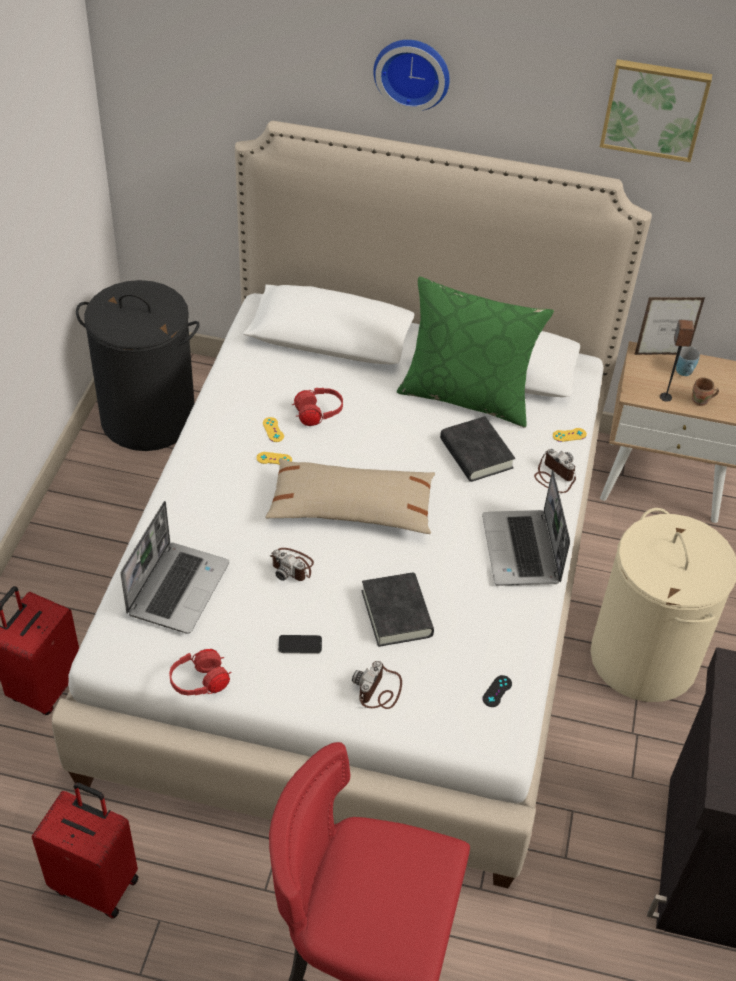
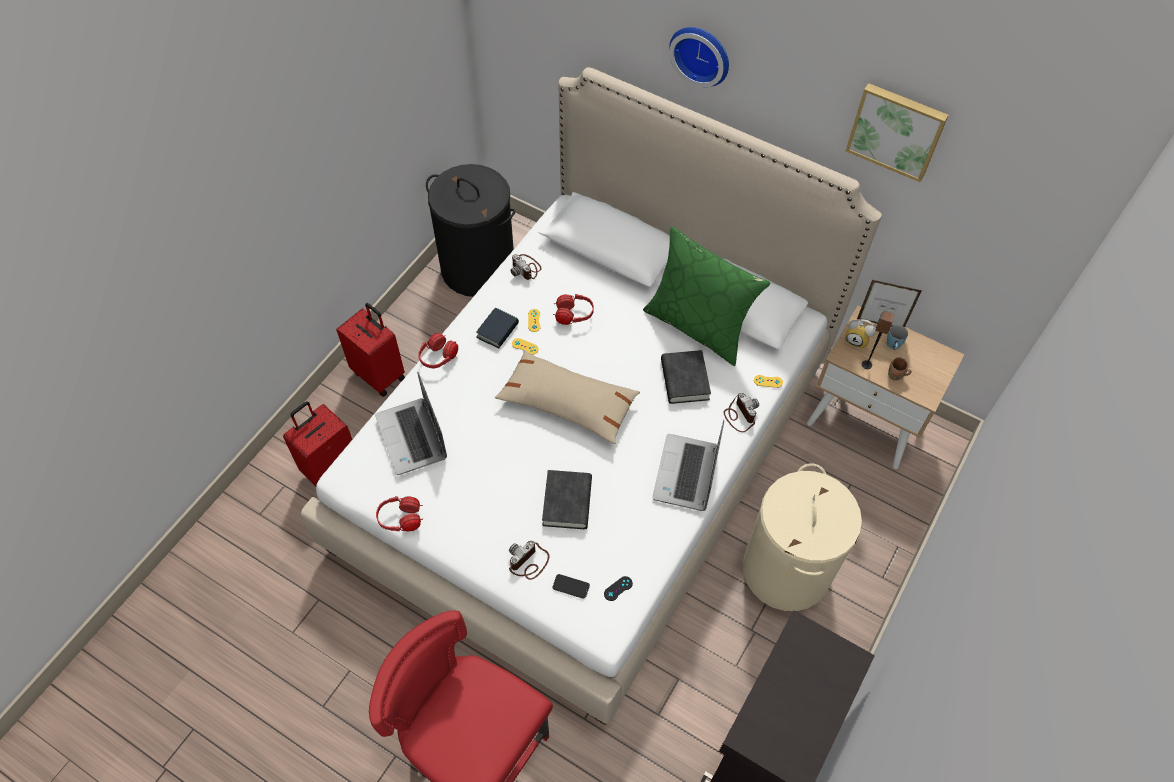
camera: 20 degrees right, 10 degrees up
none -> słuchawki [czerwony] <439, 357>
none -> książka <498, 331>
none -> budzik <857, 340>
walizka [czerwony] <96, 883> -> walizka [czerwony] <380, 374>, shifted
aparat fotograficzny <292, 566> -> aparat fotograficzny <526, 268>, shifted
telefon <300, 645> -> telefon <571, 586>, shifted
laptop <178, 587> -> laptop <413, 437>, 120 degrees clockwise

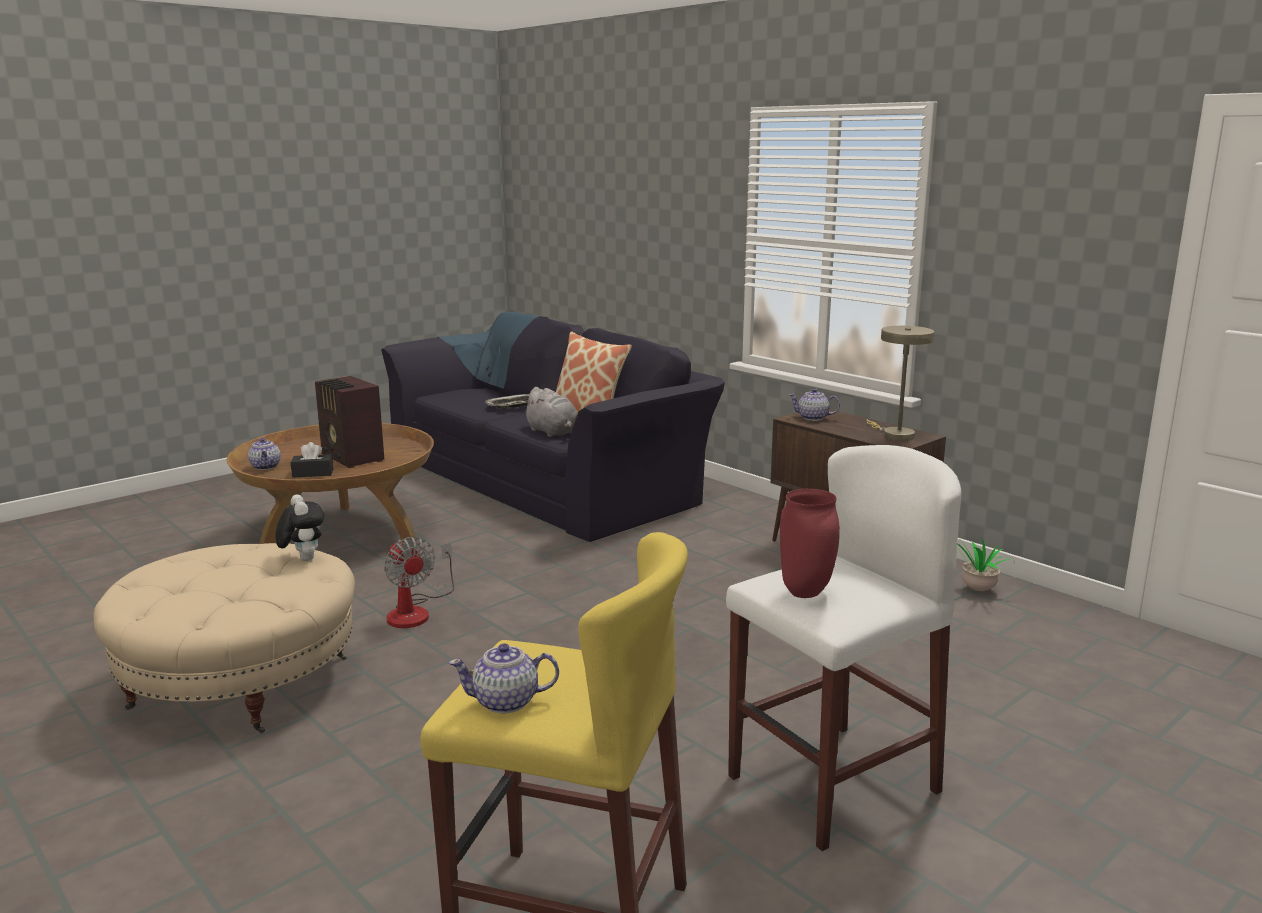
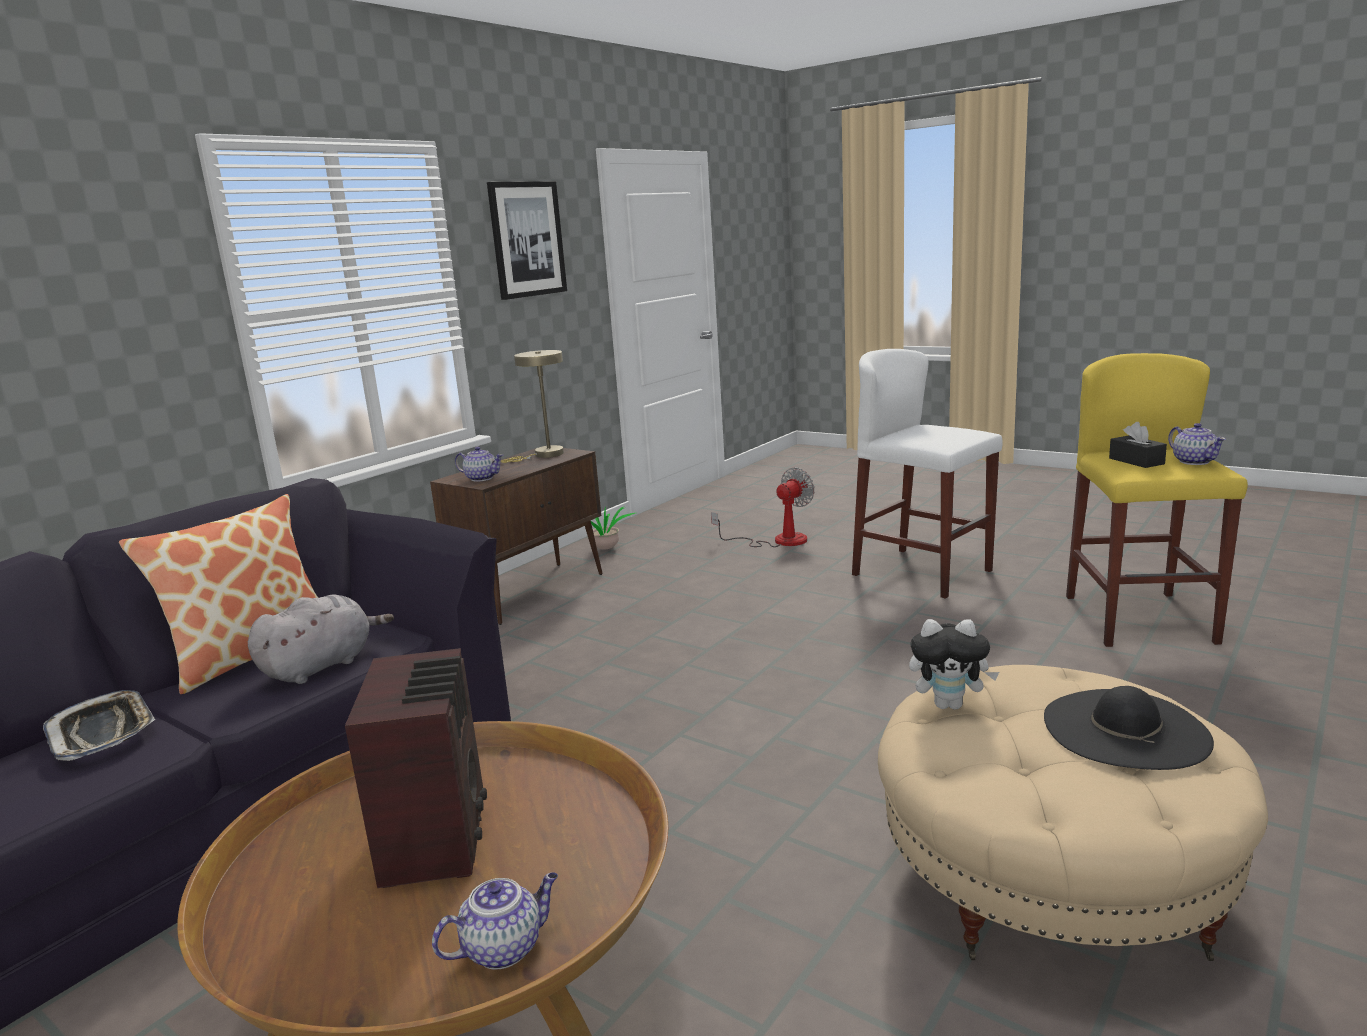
camera: 100 degrees left, 0 degrees up
wazon [czerwony] <807, 593> -> none
none -> obraz <527, 239>
none -> kapelusz [czarny] <1125, 729>
pudełko chusteczek [czarny] <313, 473> -> pudełko chusteczek [czarny] <1136, 461>, shifted
wentylator <415, 611> -> wentylator <778, 541>, shifted
pluszak <303, 559> -> pluszak <950, 705>, 135 degrees counterclockwise
radio <352, 458> -> radio <438, 836>, 45 degrees counterclockwise
imbryk <813, 418> -> imbryk <481, 478>, 75 degrees counterclockwise

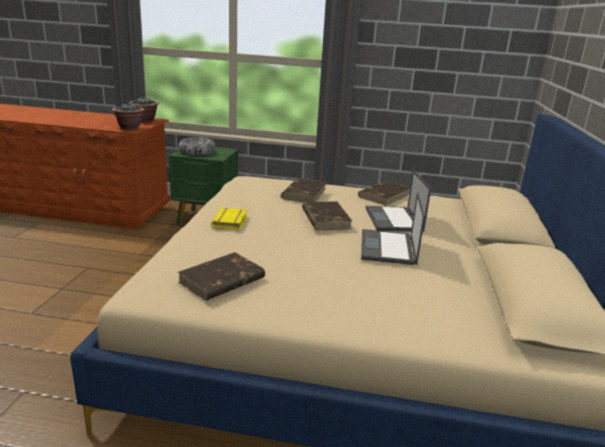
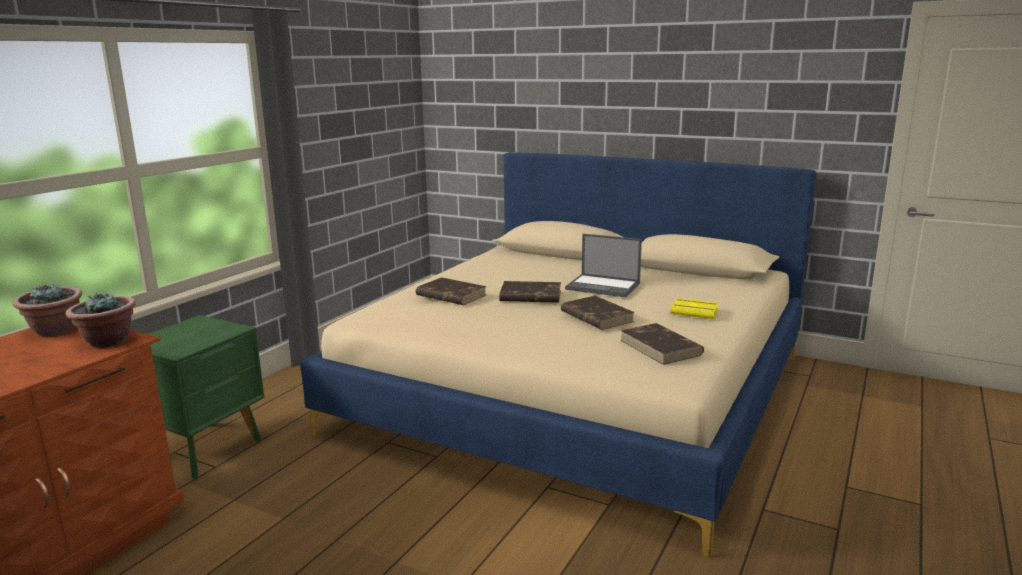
camera: 70 degrees left, 5 degrees down
miska <197, 152> -> none
laptop <394, 220> -> none
książka [żółty] <231, 222> -> książka [żółty] <695, 312>, shifted
książka [brązowy] <384, 195> -> książka [brązowy] <596, 316>, shifted

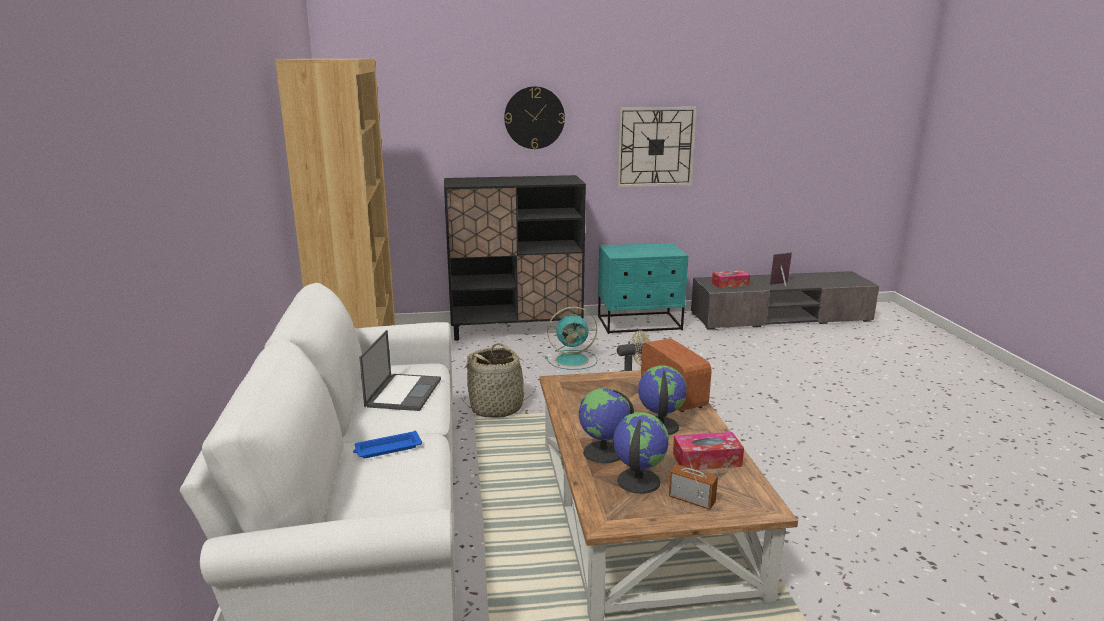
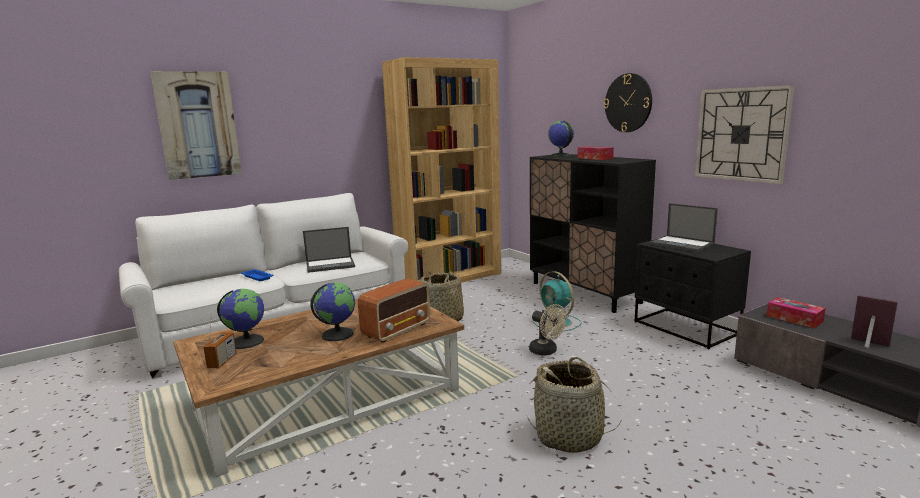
camera: 65 degrees right, 5 degrees down
none -> obraz <198, 125>
none -> koszyk <569, 436>
none -> laptop <682, 244>
globus <603, 453> -> globus <560, 155>, shifted
pudełko chusteczek <707, 460> -> pudełko chusteczek <595, 158>, shifted
szafka nocna [turkusowy] <640, 324> -> szafka nocna [czarny] <685, 328>

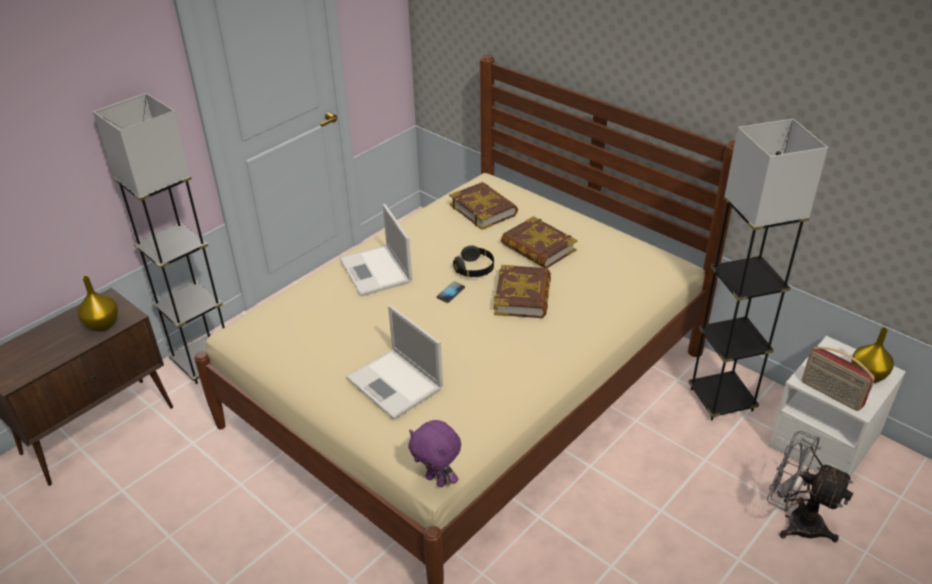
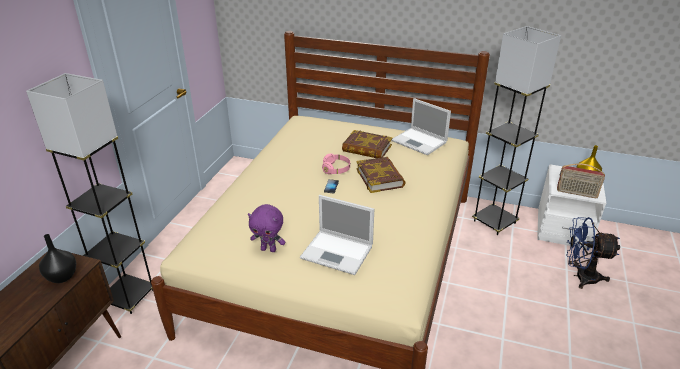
camera: 25 degrees left, 5 degrees down
książka <483, 209> -> none
laptop <376, 271> -> laptop <420, 142>, shifted
pluszak [fioletowy] <437, 480> -> pluszak [fioletowy] <269, 249>, shifted
wazon [żółty] <103, 325> -> wazon [czarny] <63, 277>
słuchawki [czarny] <474, 269> -> słuchawki [różowy] <336, 169>
wentylator [szary] <795, 521> -> wentylator [niebieski] <580, 276>

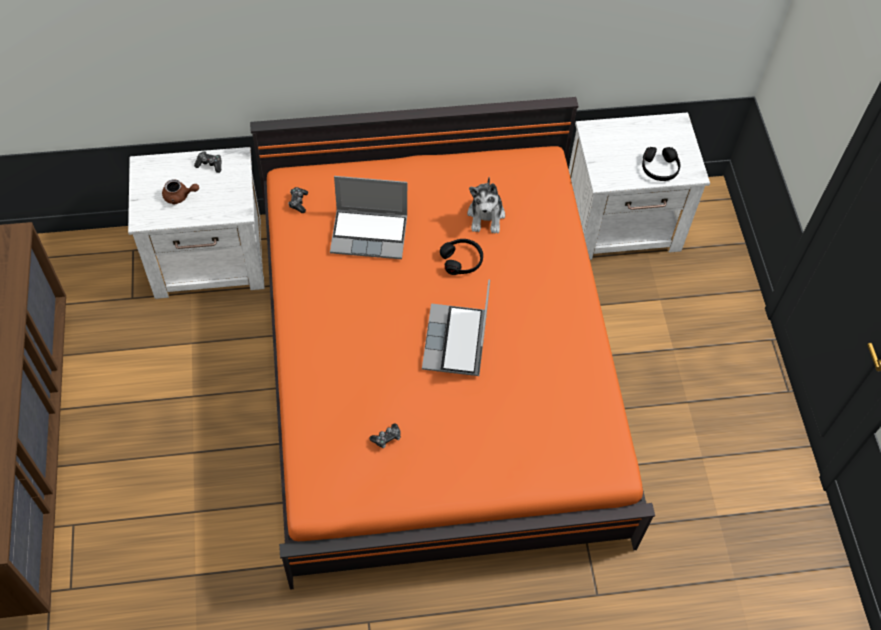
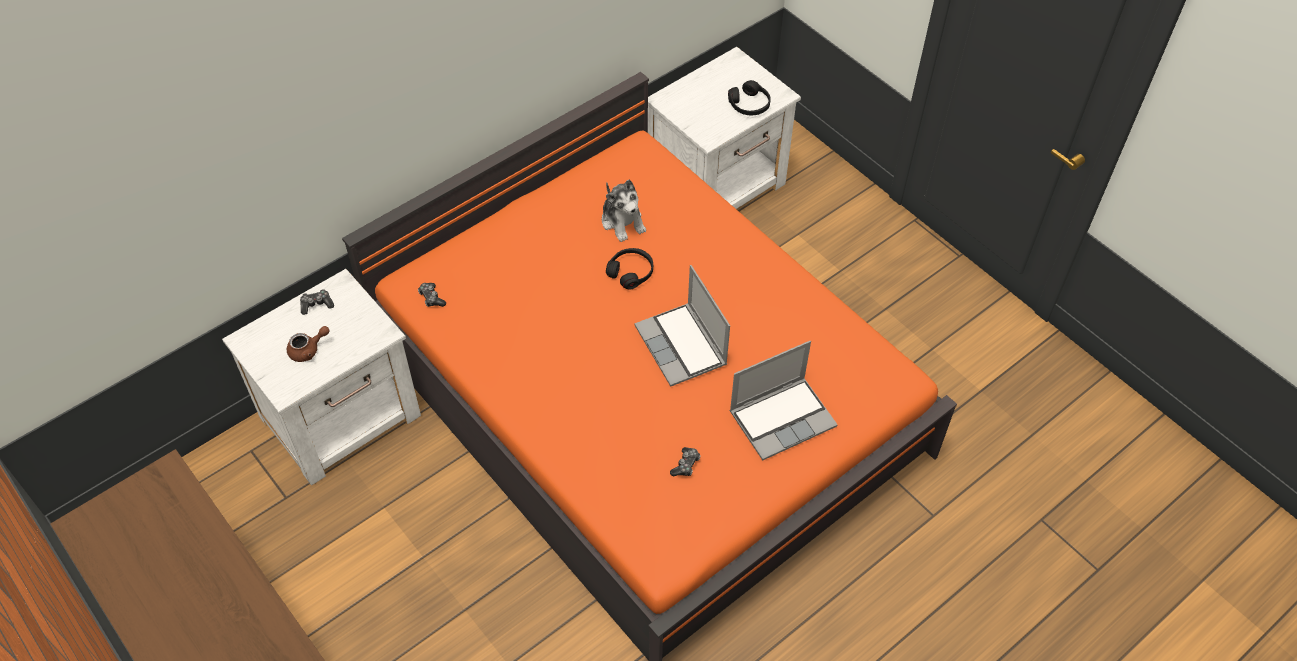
camera: 30 degrees left, 5 degrees down
laptop <370, 234> -> laptop <782, 418>, shifted

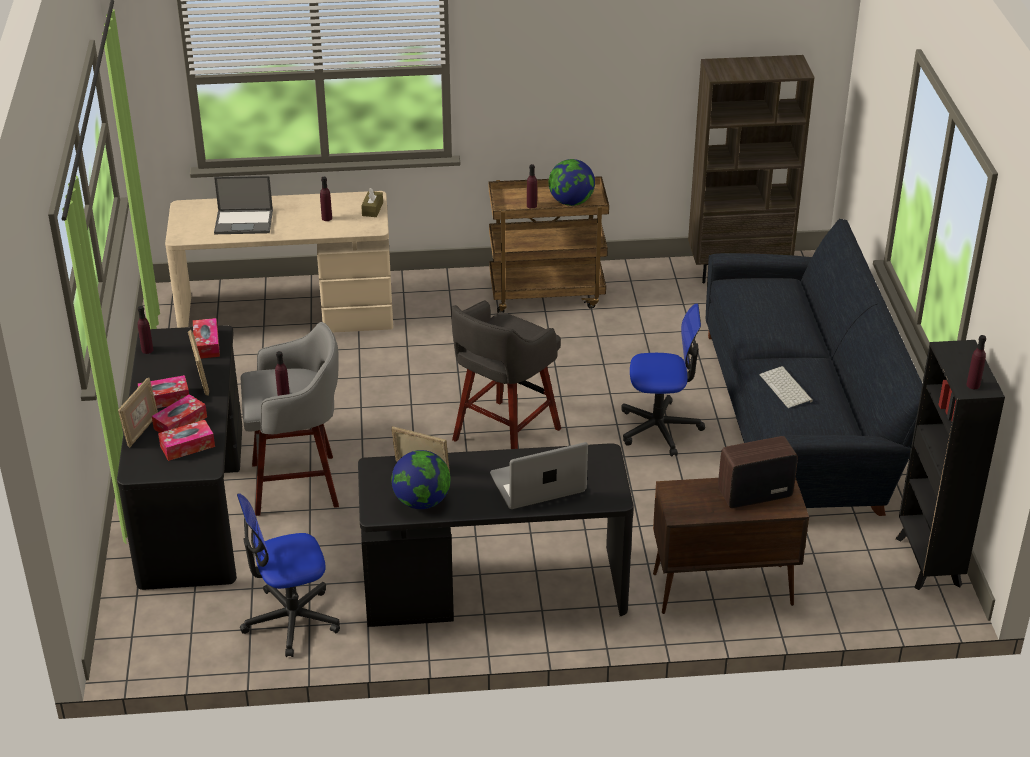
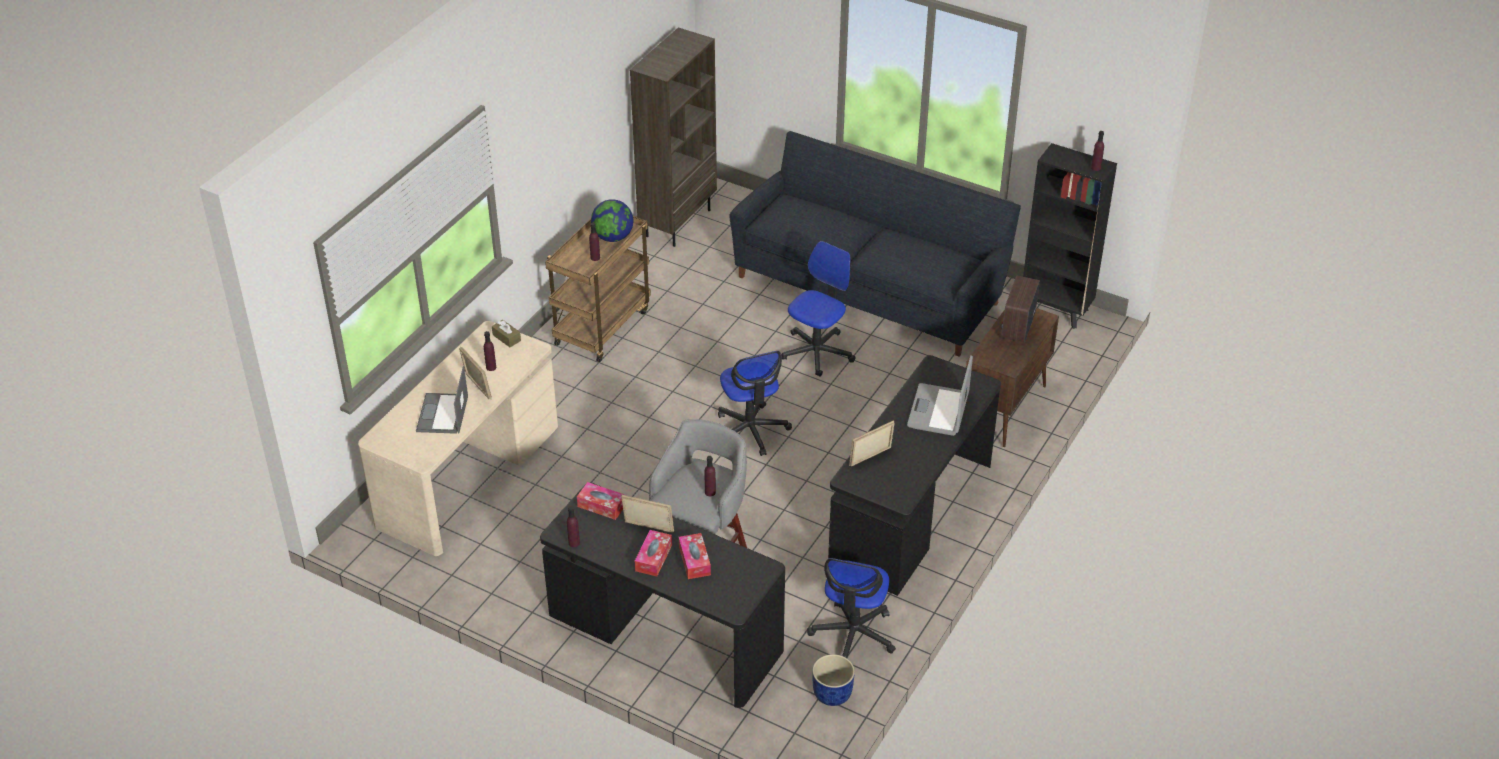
camera: 55 degrees left, 5 degrees up
pudełko chusteczek <187, 446> -> none
globus <422, 502> -> none
klawiatura <787, 388> -> none
none -> donica [niebieski] <832, 694>
ramka na zdjęcie <141, 430> -> ramka na zdjęcie <477, 387>, shifted
stołek [szary] <504, 436> -> krzesło biurowe <750, 430>
laptop <244, 222> -> laptop <442, 414>, 150 degrees clockwise

